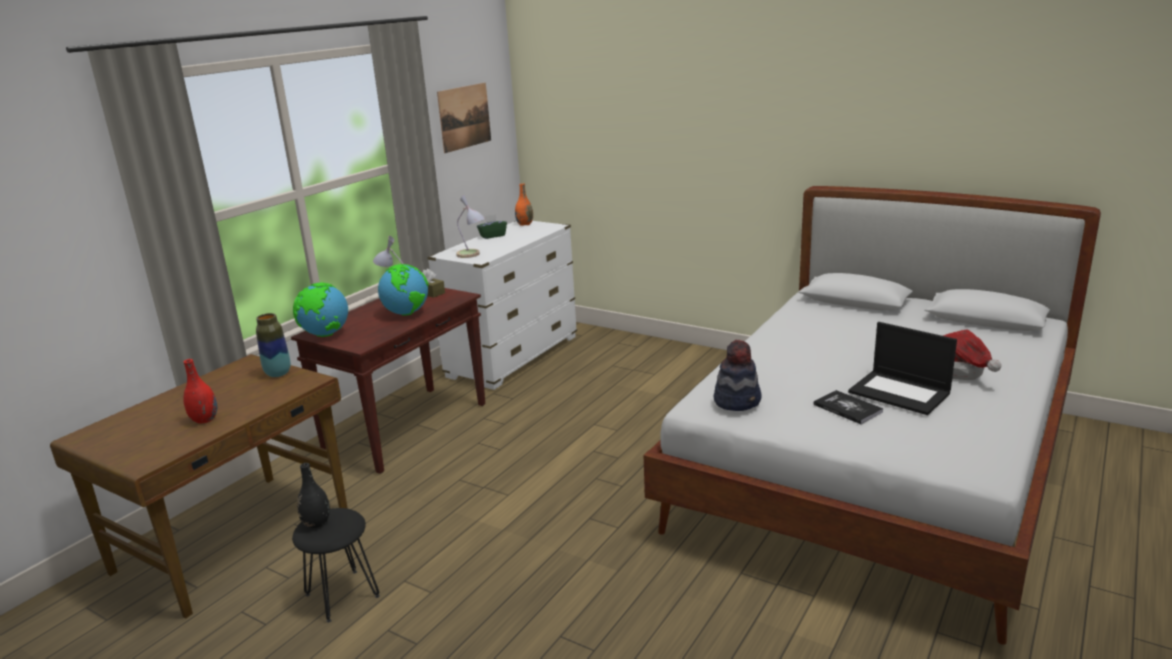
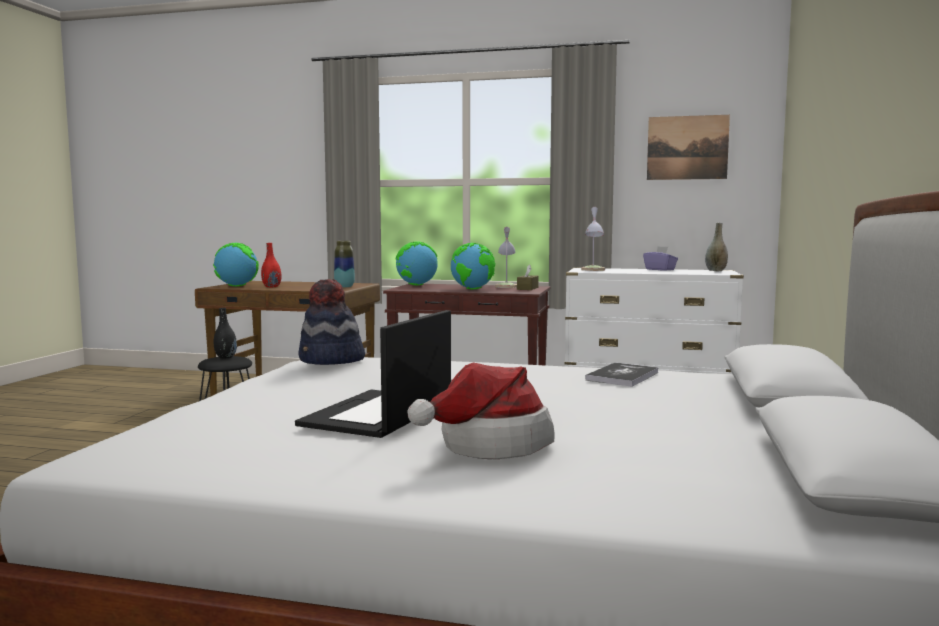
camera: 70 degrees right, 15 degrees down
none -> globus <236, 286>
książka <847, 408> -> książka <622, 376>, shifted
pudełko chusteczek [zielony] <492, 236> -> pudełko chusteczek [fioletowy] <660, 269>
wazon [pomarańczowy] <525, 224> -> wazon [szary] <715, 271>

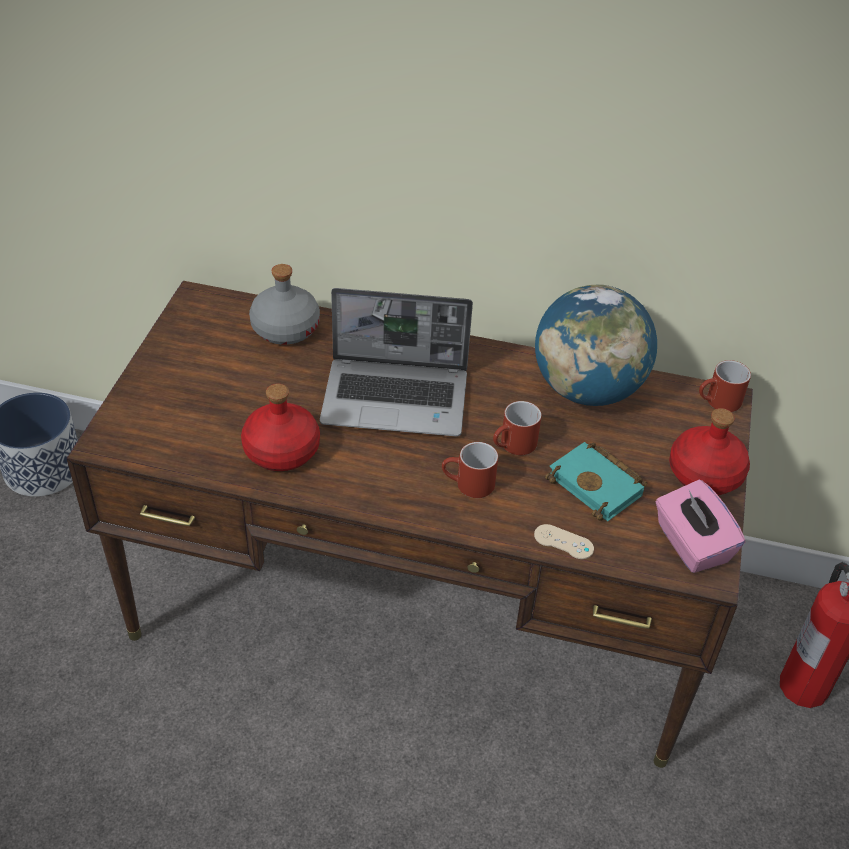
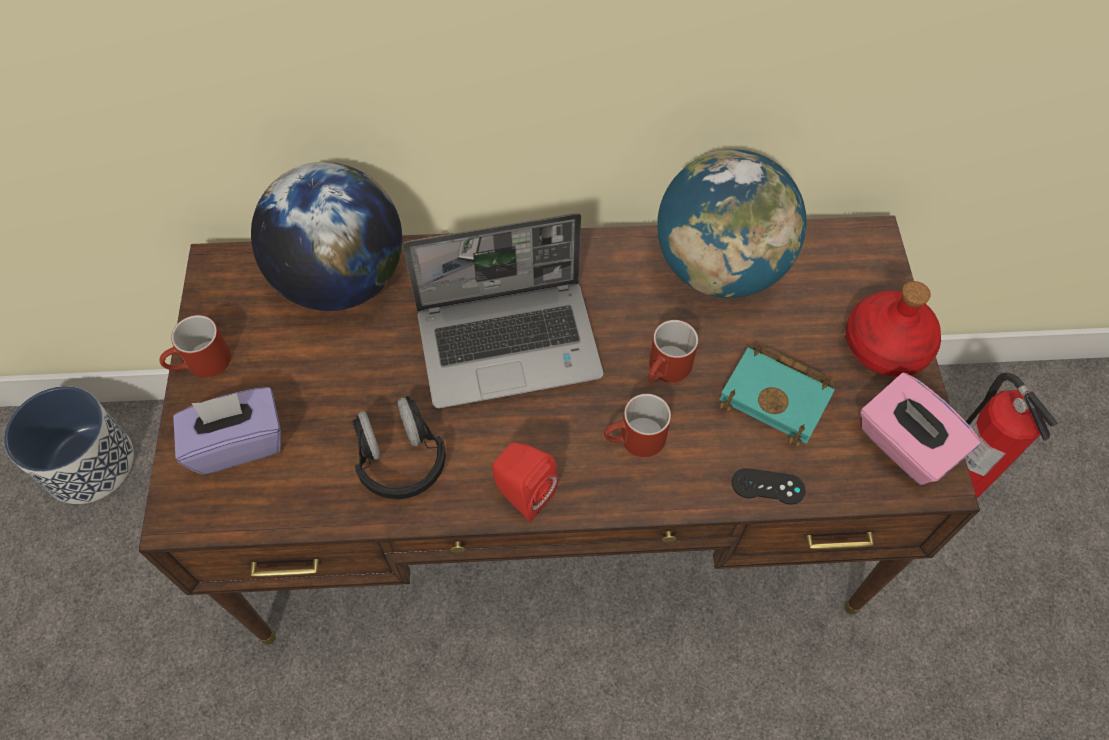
camera: 15 degrees left, 15 degrees up
none -> pudełko chusteczek [fioletowy] <238, 442>
none -> głośnik [czerwony] <522, 493>
kubek [czerwony] <718, 403> -> kubek [czerwony] <201, 365>, shifted
butelka [czerwony] <281, 451> -> słuchawki [czarny] <401, 459>
butelka [szary] <284, 328> -> globus <341, 280>
pad do gier [beżowy] <563, 542> -> pad do gier [czarny] <768, 486>

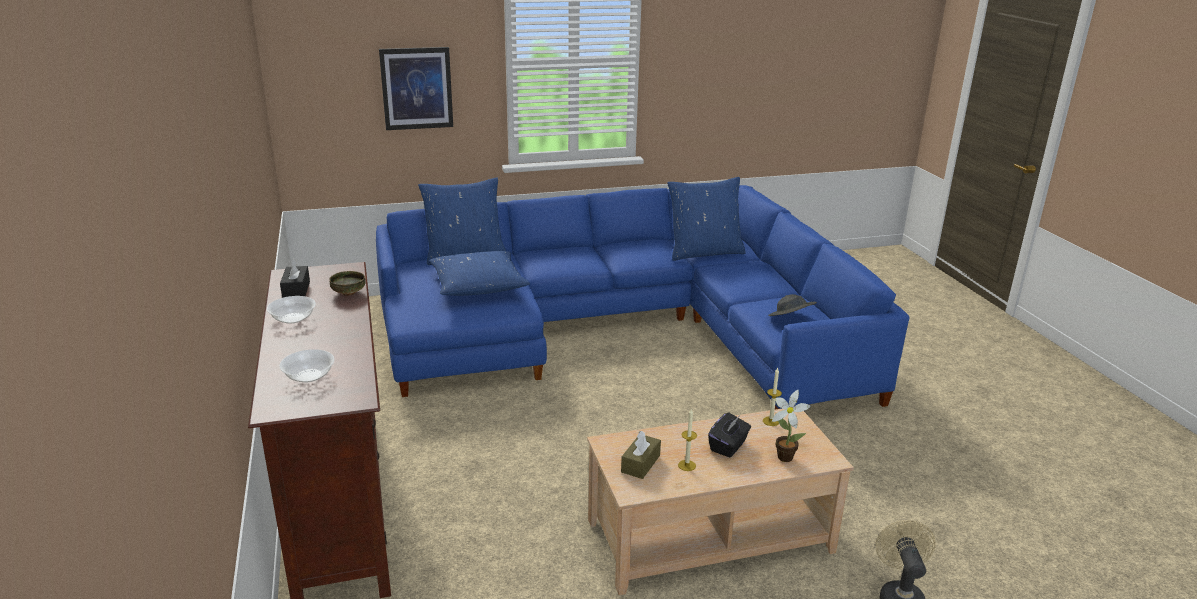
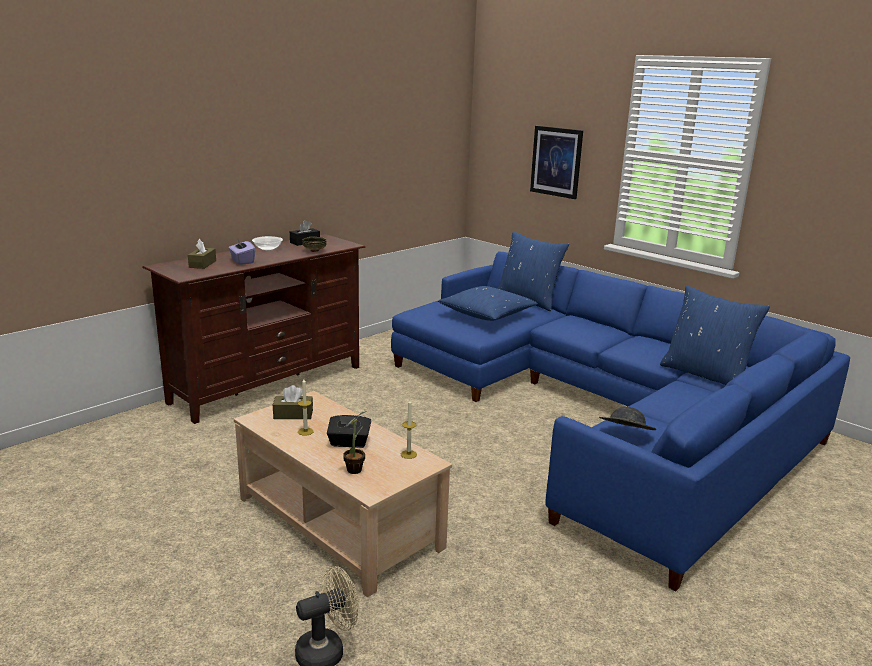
camera: 60 degrees right, 5 degrees down
none -> pudełko chusteczek [fioletowy] <242, 261>
miska <309, 376> -> pudełko chusteczek [brązowy] <202, 264>

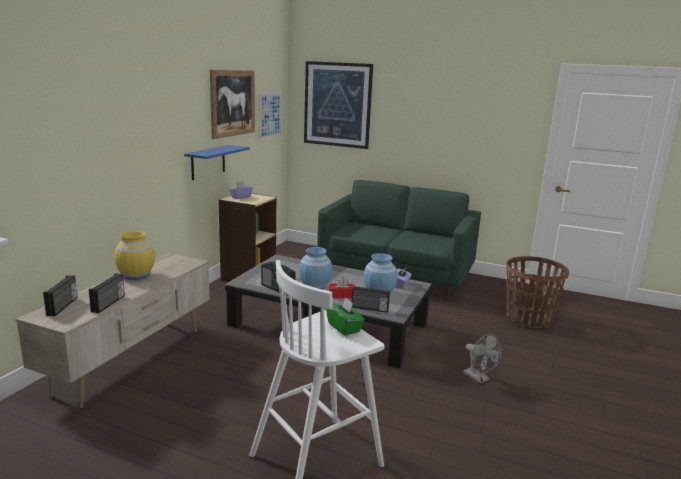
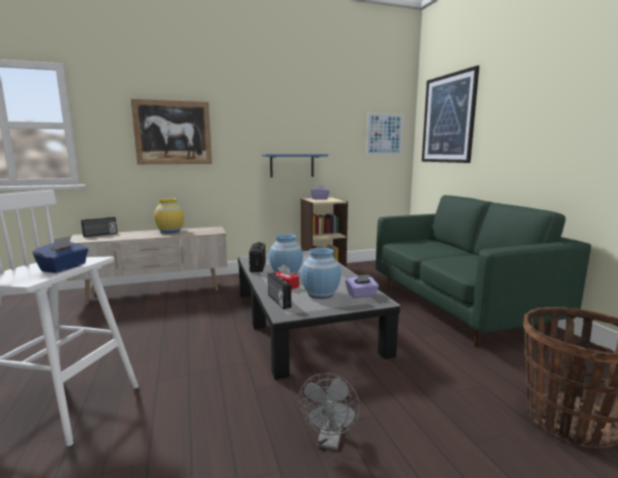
camera: 50 degrees right, 5 degrees down
radio <109, 304> -> none
obraz <232, 103> -> obraz <173, 132>, shifted
pudełko chusteczek [zielony] <344, 328> -> pudełko chusteczek [niebieski] <64, 268>

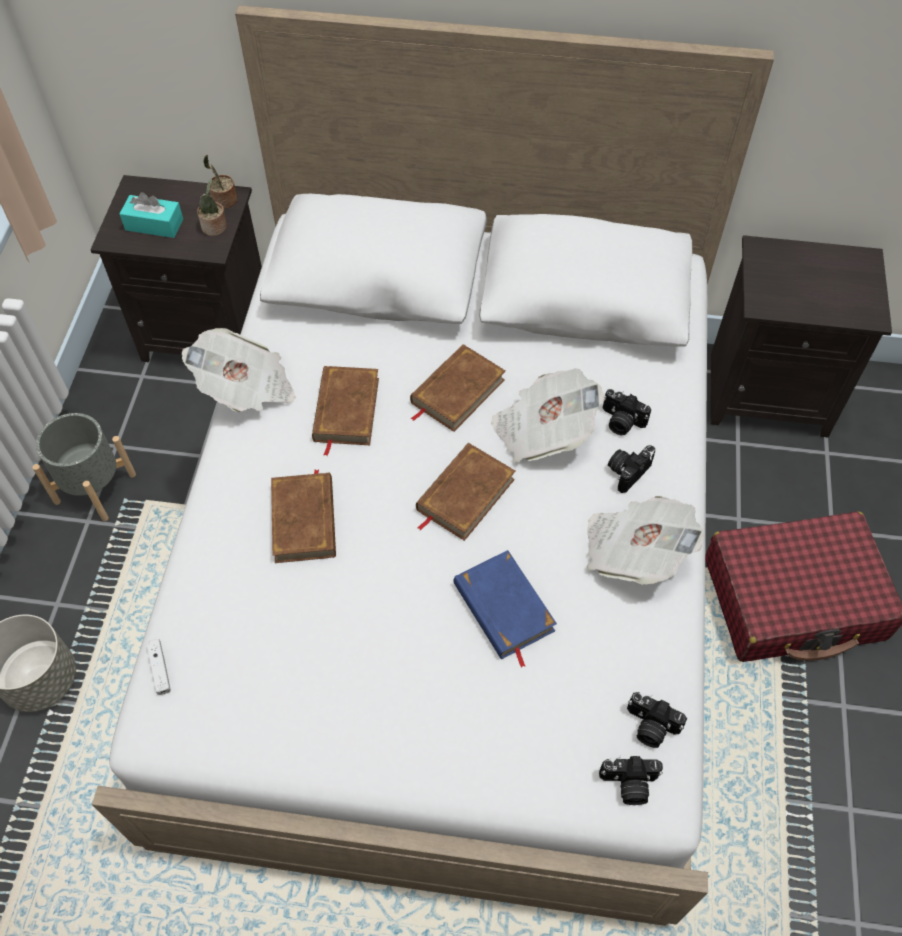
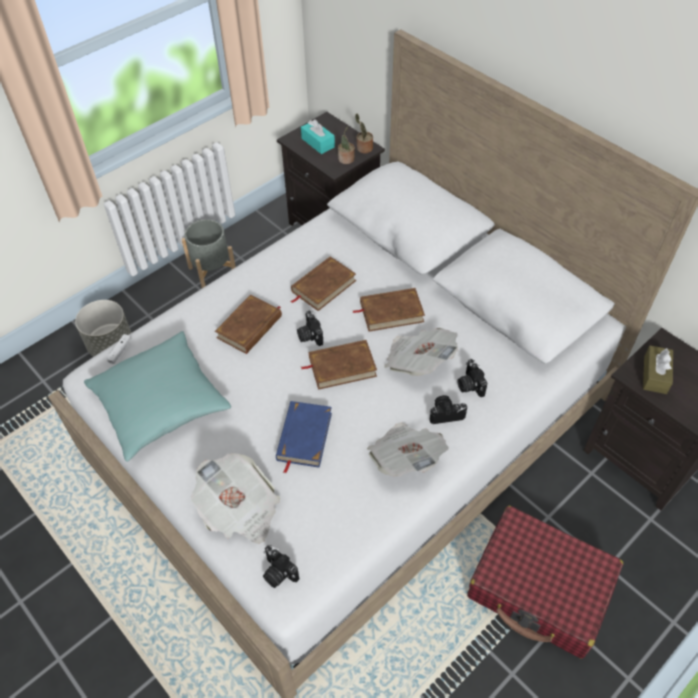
camera: 40 degrees right, 5 degrees down
none -> poduszka [turkusowy] <160, 404>
none -> pudełko chusteczek [brązowy] <655, 375>
gazeta <246, 388> -> gazeta <240, 510>, shifted
aparat fotograficzny <650, 727> -> aparat fotograficzny <309, 335>, shifted

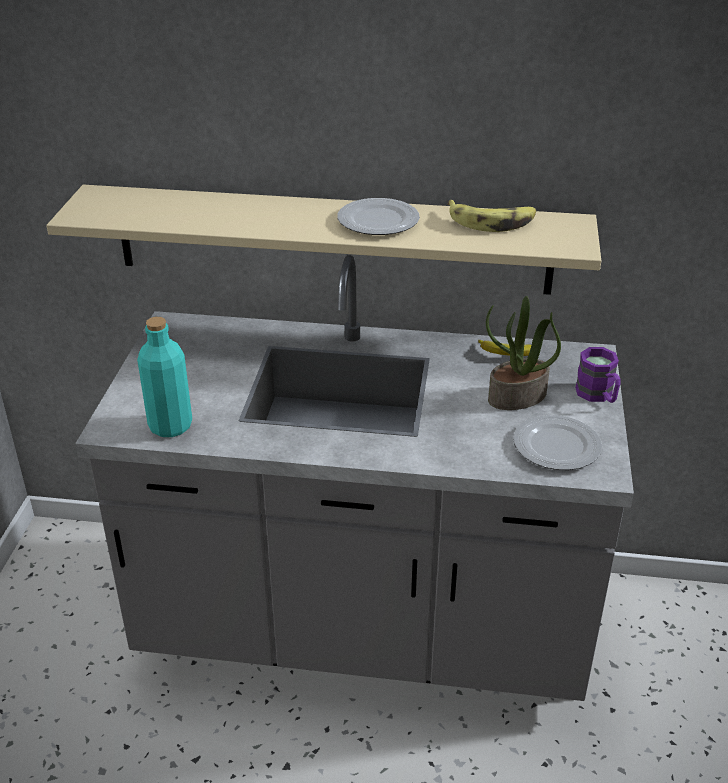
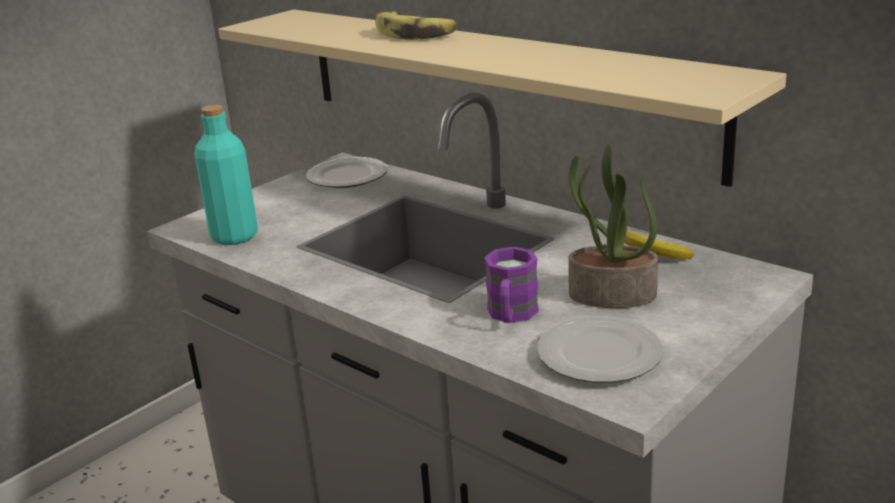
camera: 35 degrees right, 10 degrees down
talerz <378, 221> -> talerz <348, 177>, shifted
banan <491, 222> -> banan <415, 34>, shifted
kubek [fioletowy] <598, 396> -> kubek [fioletowy] <511, 315>, shifted

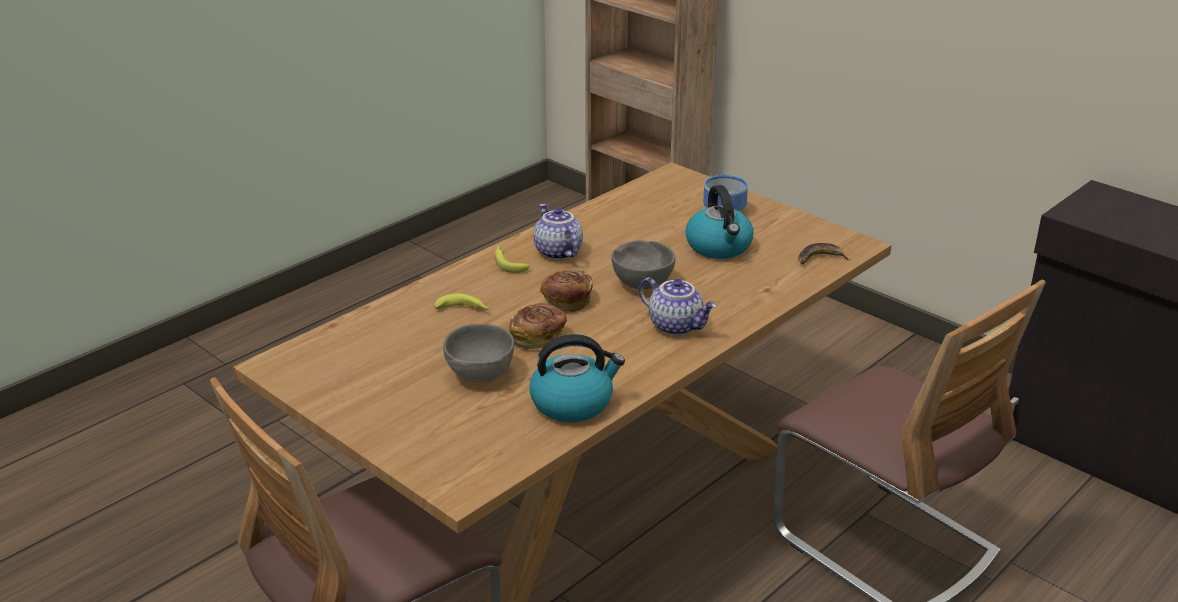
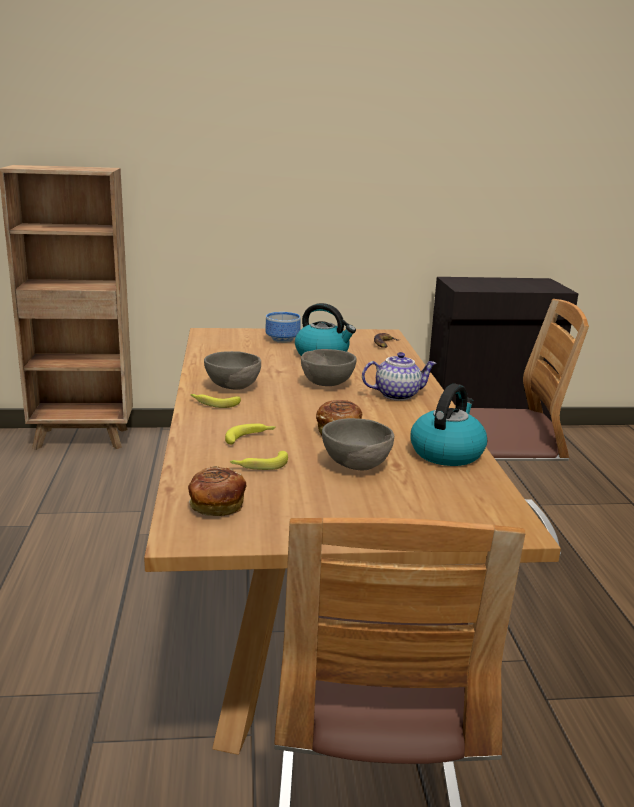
camera: 50 degrees left, 10 degrees down
none -> banan <259, 465>
chleb <566, 301> -> chleb <216, 506>, shifted
imbryk <557, 252> -> miska [szary] <233, 387>

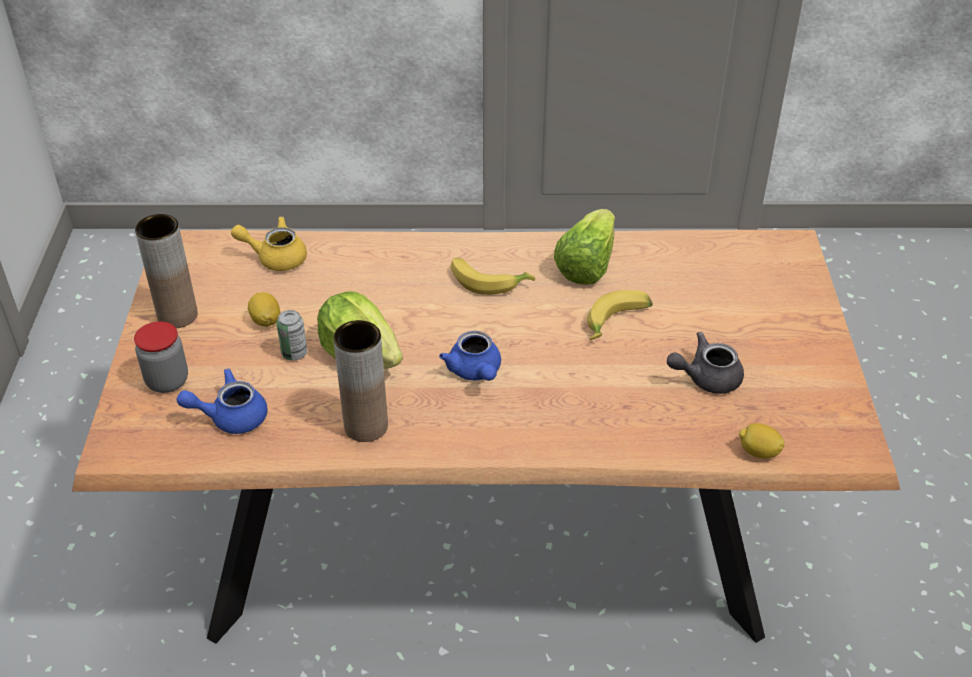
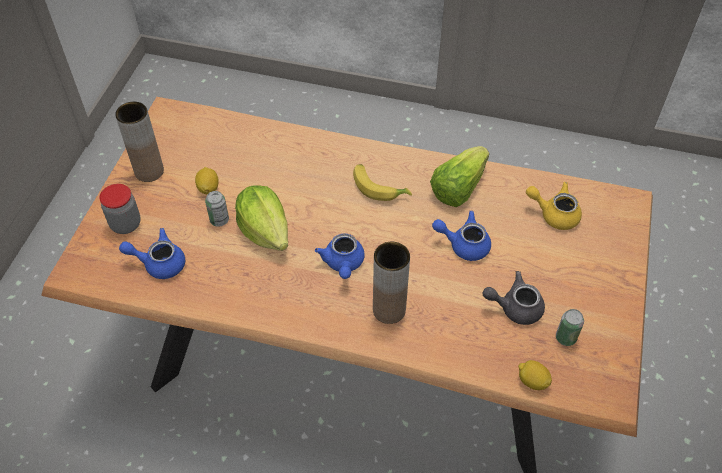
camera: 15 degrees right, 10 degrees up
none -> puszka <565, 338>
imbryk [żółty] <275, 257> -> imbryk [żółty] <554, 214>, shifted
wazon [brązowy] <366, 426> -> wazon [brązowy] <389, 310>, shifted
banan <617, 323> -> imbryk [niebieski] <464, 244>

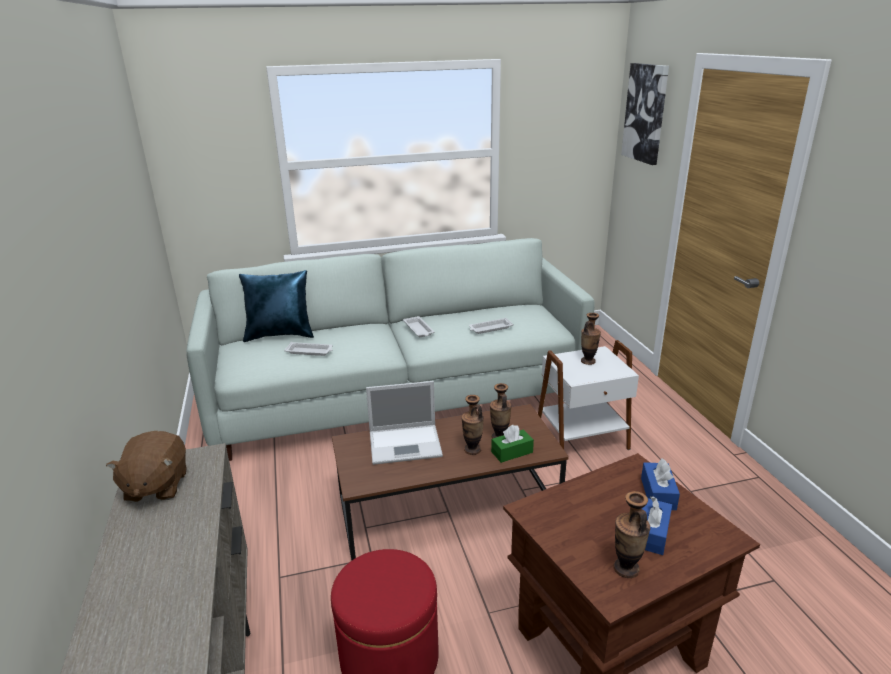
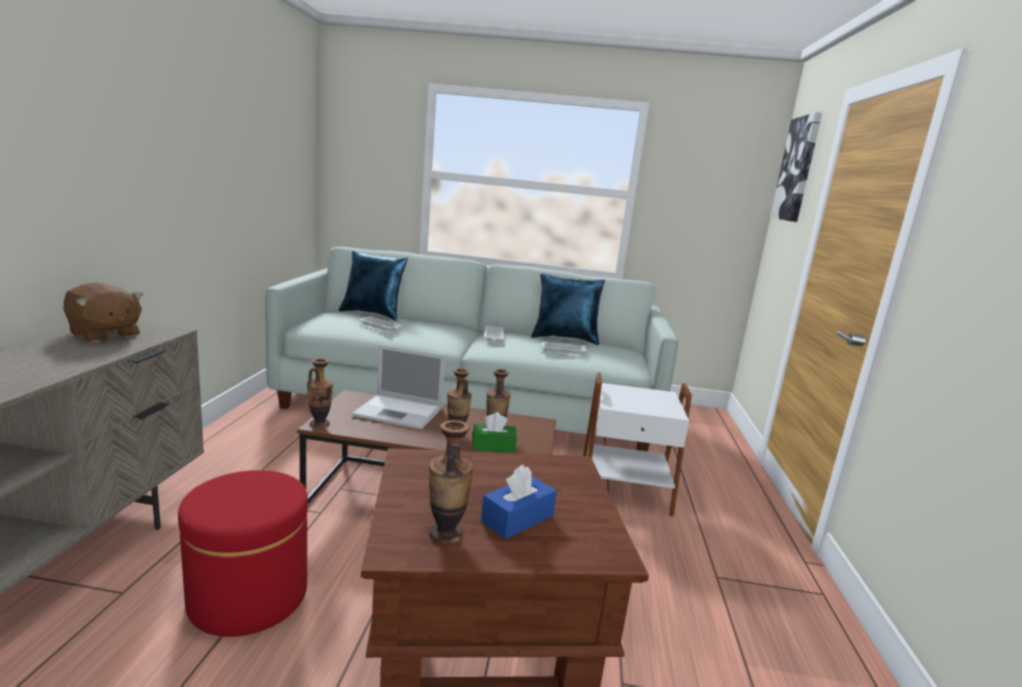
camera: 20 degrees right, 10 degrees down
pudełko chusteczek [niebieski] <658, 494> -> none
none -> poduszka [niebieski] <565, 338>
wazon <588, 361> -> wazon <319, 424>, shifted
pluszak [brązowy] <156, 486> -> pluszak [brązowy] <104, 335>, 75 degrees counterclockwise

